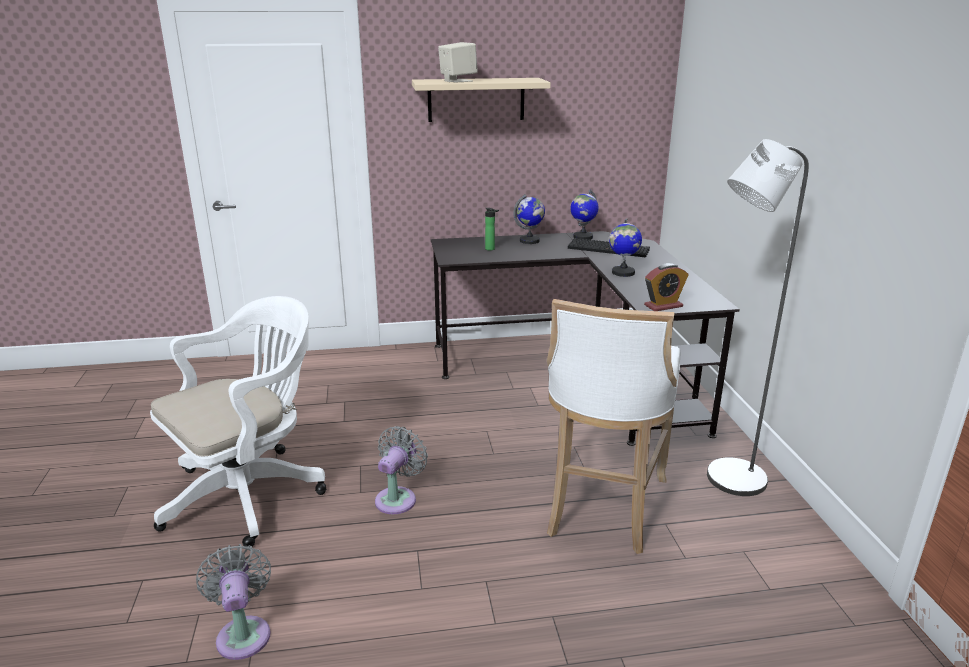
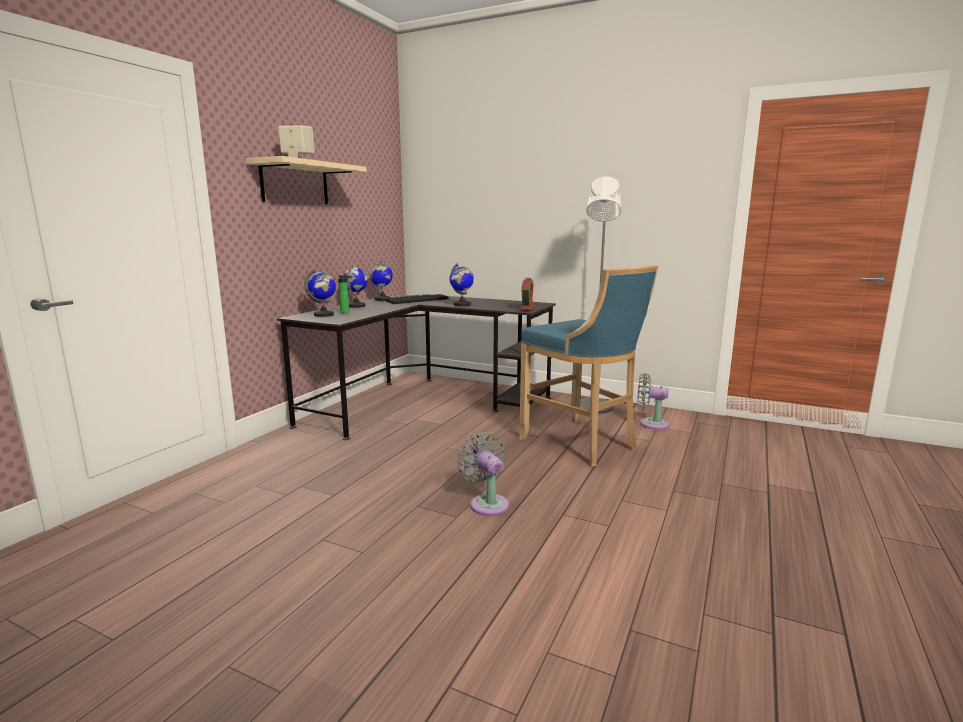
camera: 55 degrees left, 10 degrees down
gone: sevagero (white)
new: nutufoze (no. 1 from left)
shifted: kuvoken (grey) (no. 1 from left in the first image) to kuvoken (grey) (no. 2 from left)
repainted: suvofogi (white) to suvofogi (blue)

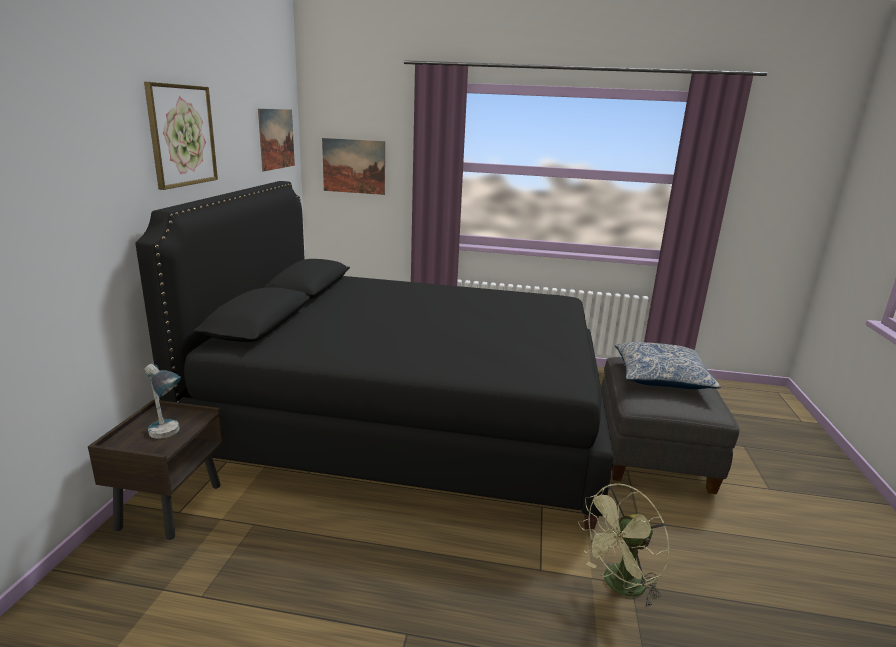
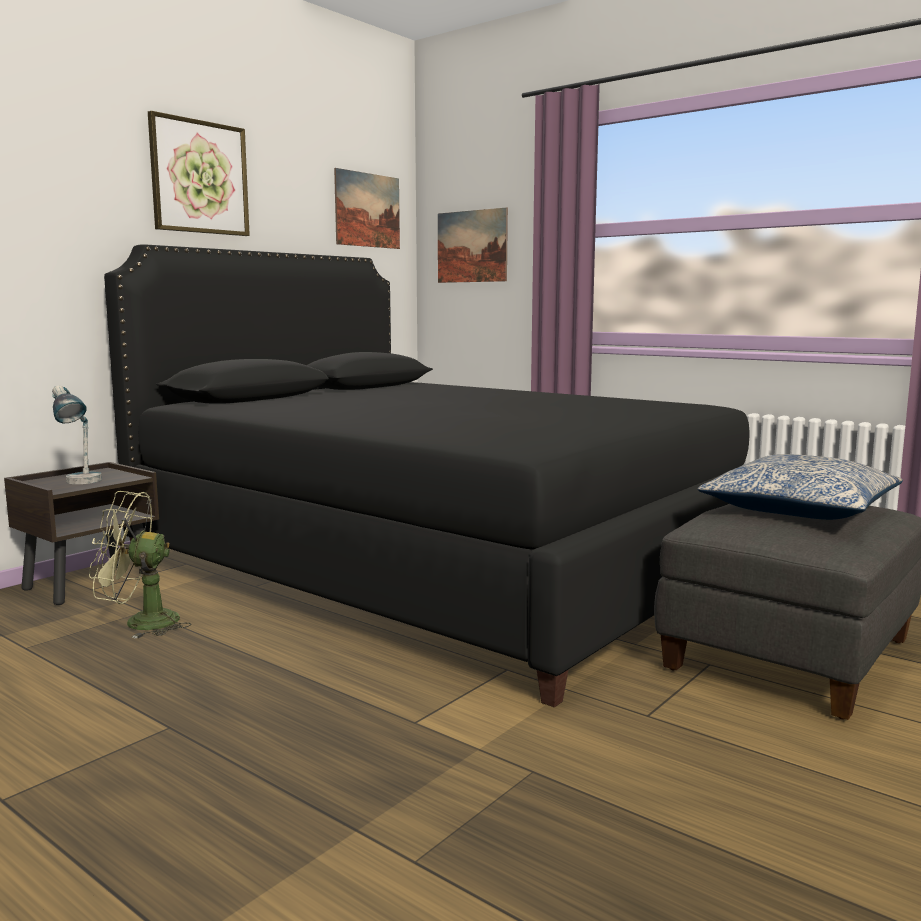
camera: 30 degrees right, 10 degrees down
shifted: kuvoken (green)

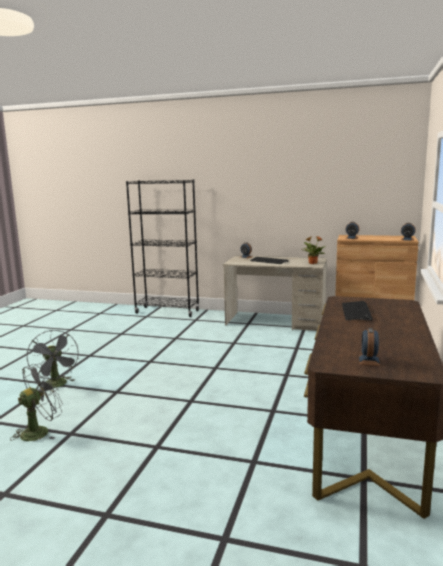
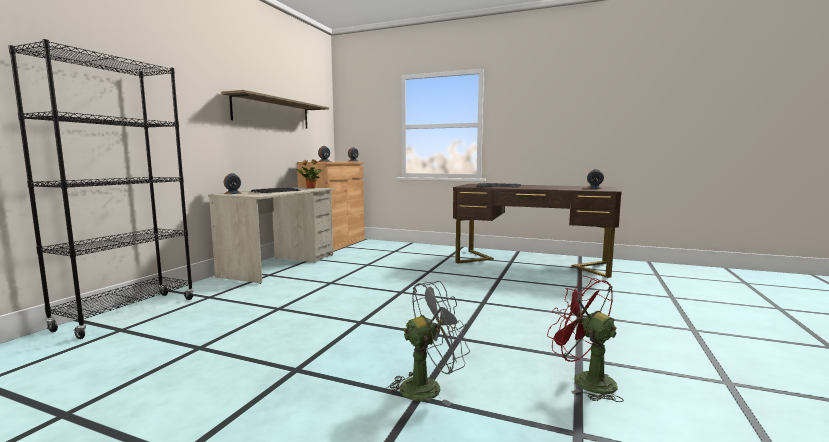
camera: 85 degrees left, 5 degrees down
new: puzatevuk
repainted: kuvoken (grey) (no. 1 from left) to kuvoken (red)

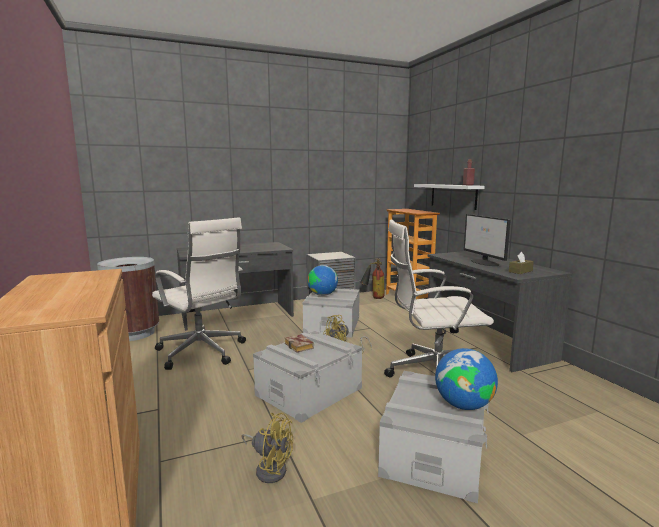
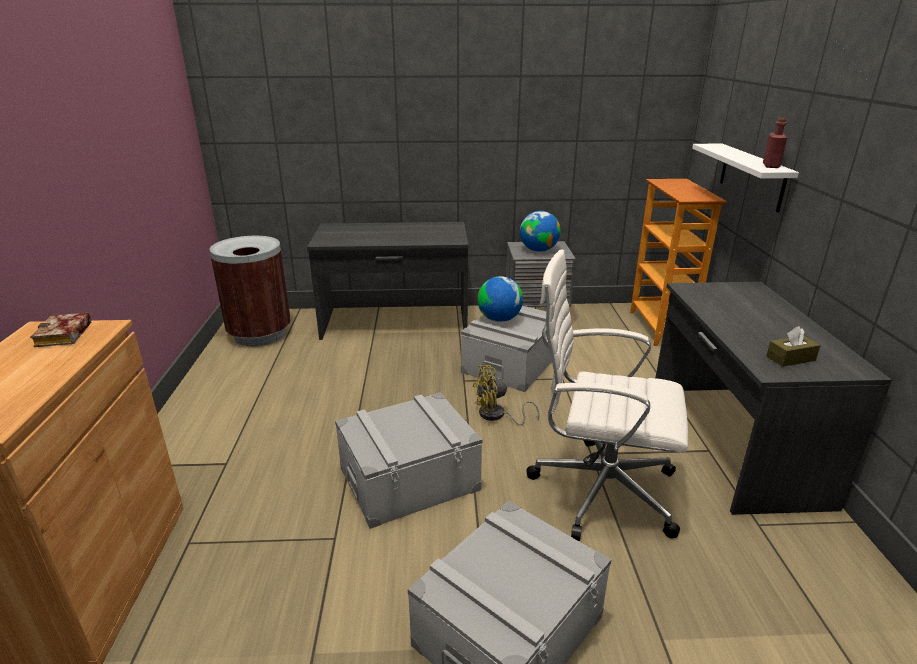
camera: 20 degrees right, 15 degrees up
gone: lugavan; sevagero (white) (no. 1 from left); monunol; kuvoken (yellow) (no. 1 from left)
shifted: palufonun; nutufoze (no. 2 from left)

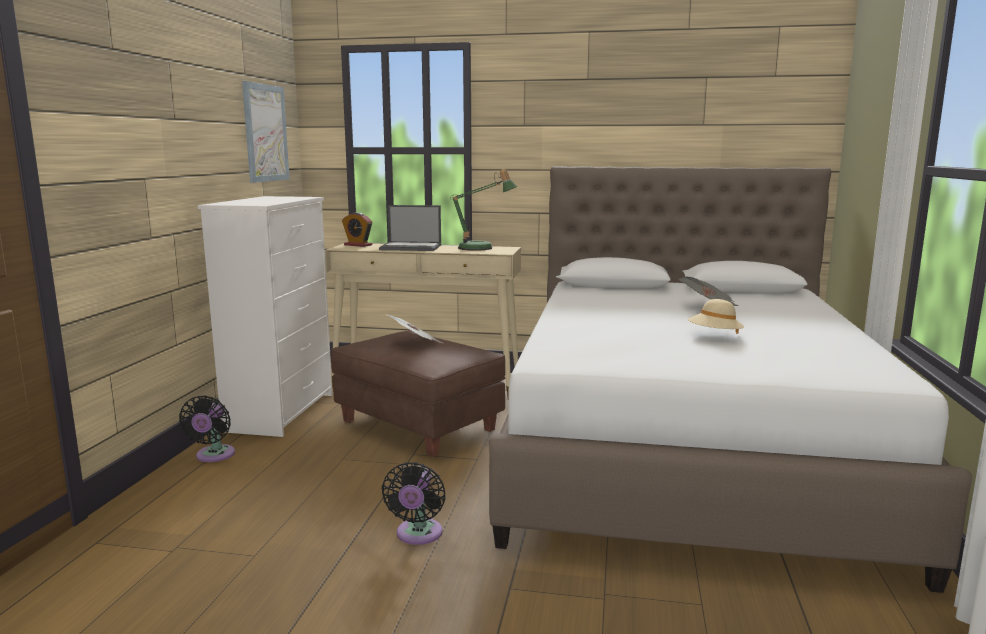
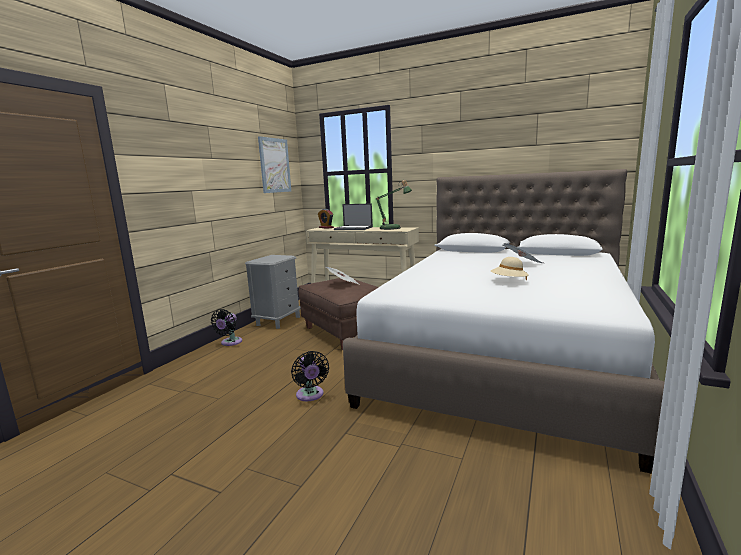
camera: 15 degrees right, 0 degrees up
swapped: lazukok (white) to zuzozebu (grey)
rotated: kuvoken (black) (no. 2 from left) 45 degrees counterclockwise

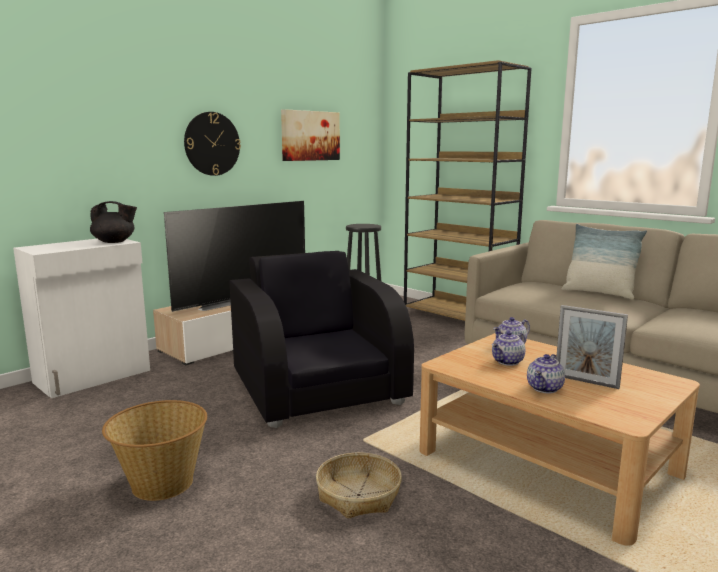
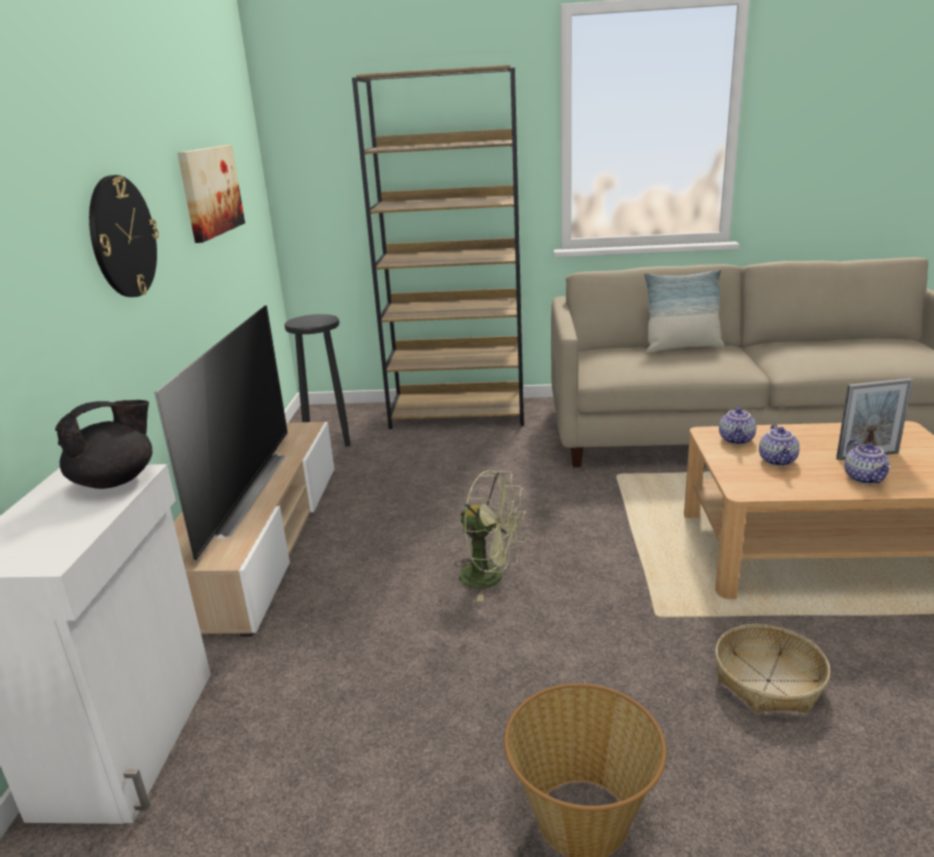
camera: 40 degrees left, 10 degrees up
swapped: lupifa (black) to kuvoken (green)

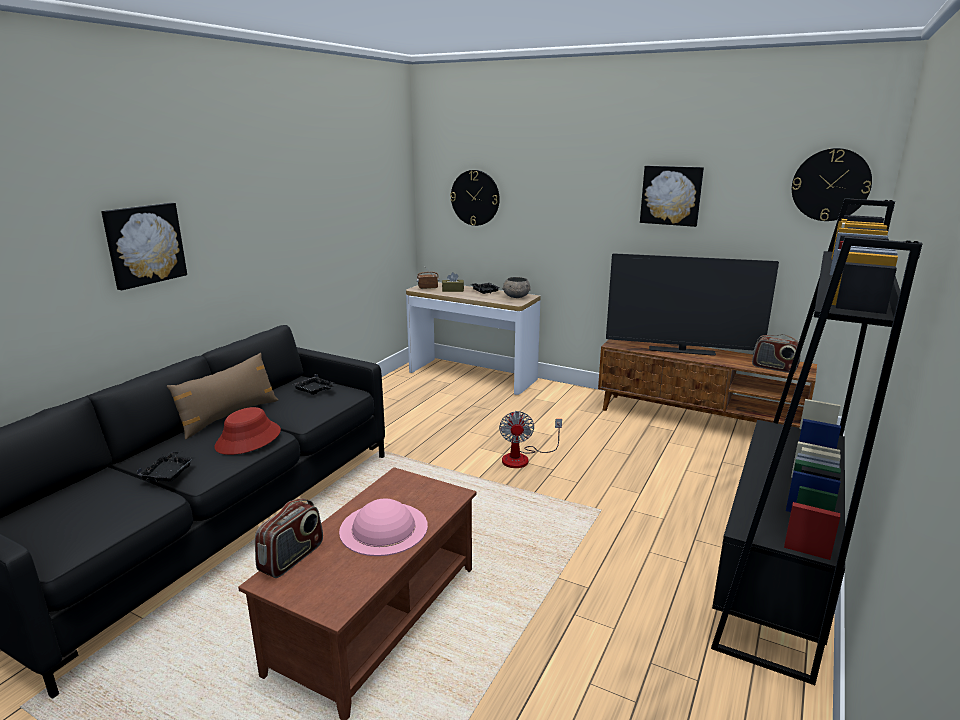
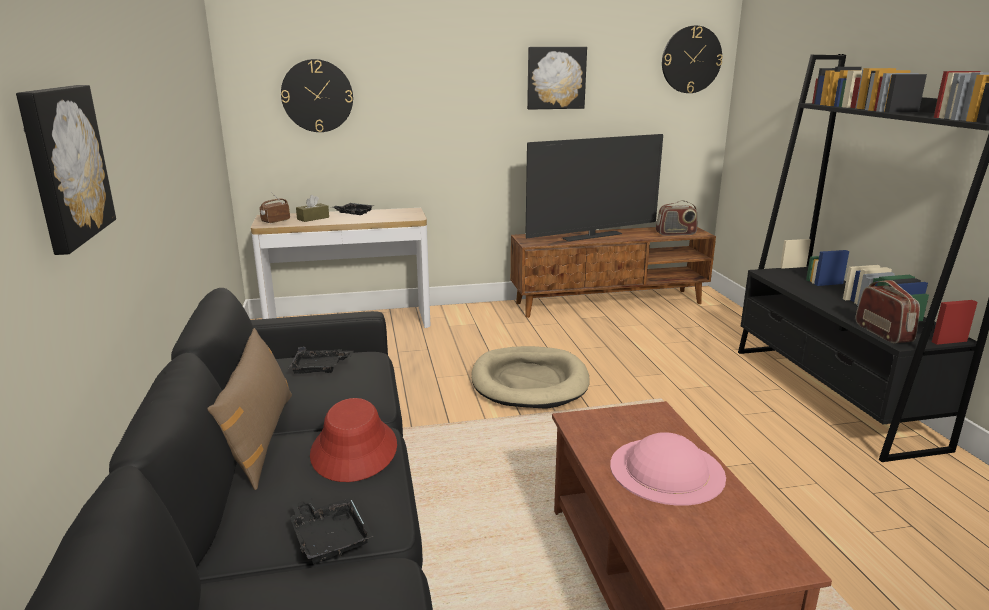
camera: 40 degrees left, 0 degrees up
gone: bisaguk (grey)
shifted: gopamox (no. 1 from left in the first image) to gopamox (no. 3 from left)
swapped: kuvoken to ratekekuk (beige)

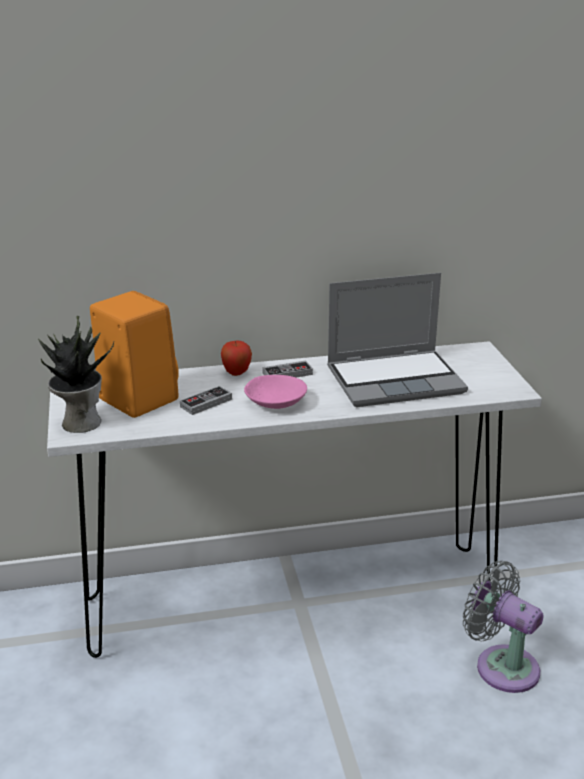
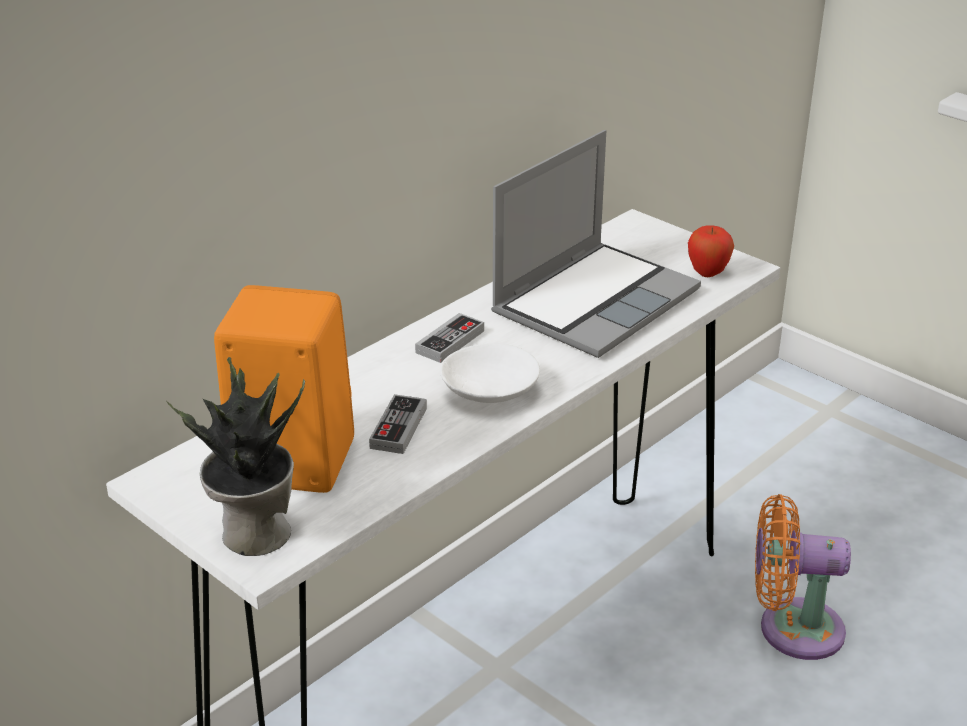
camera: 35 degrees left, 5 degrees up
shifted: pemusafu
repainted: bisaguk (pink) to bisaguk (white); kuvoken (grey) to kuvoken (orange)

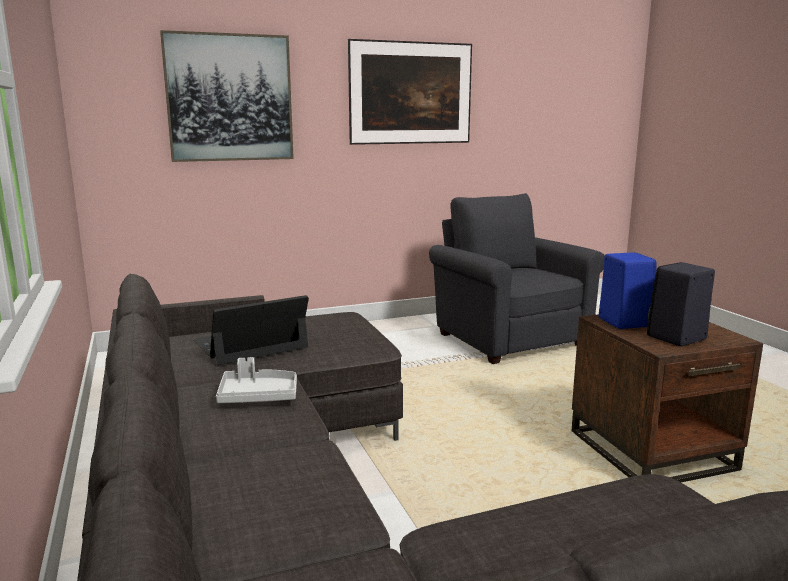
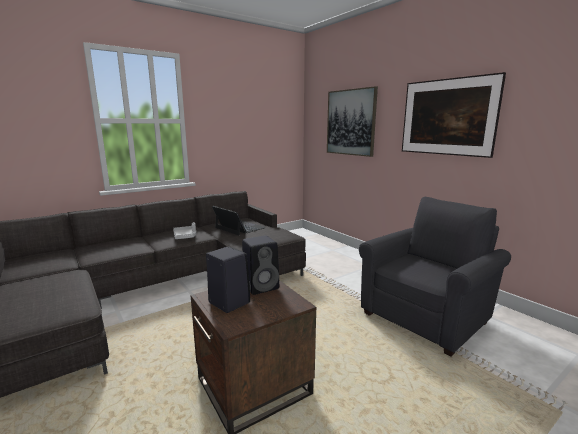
camera: 75 degrees right, 0 degrees up
repainted: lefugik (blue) to lefugik (black) (no. 2 from left)

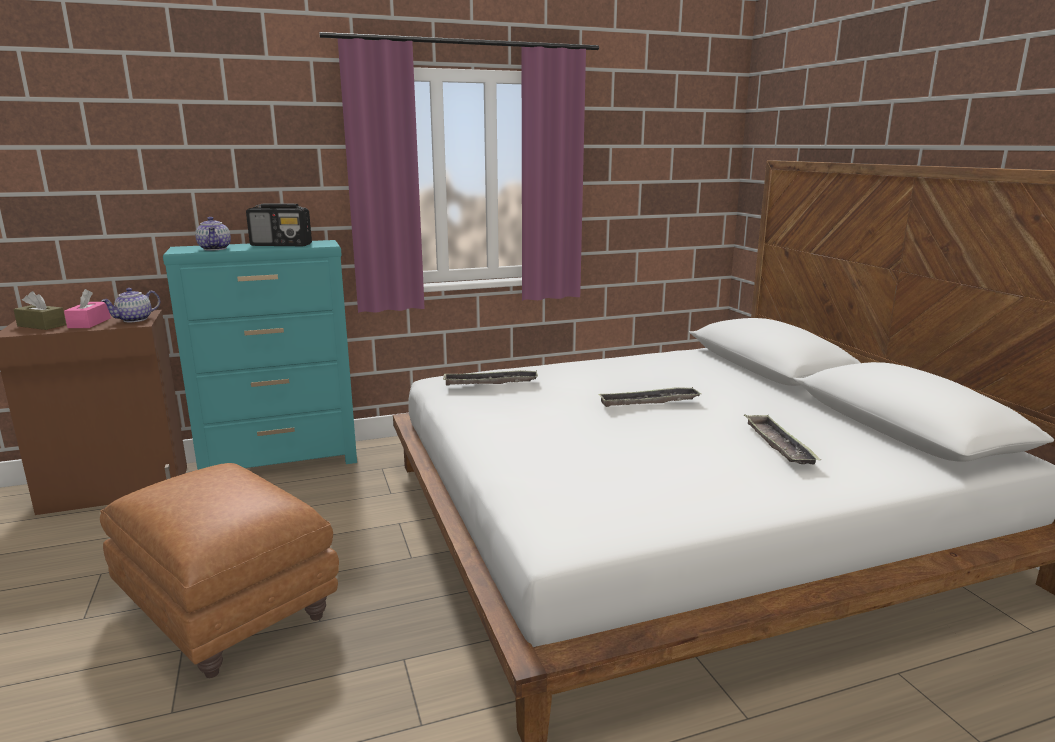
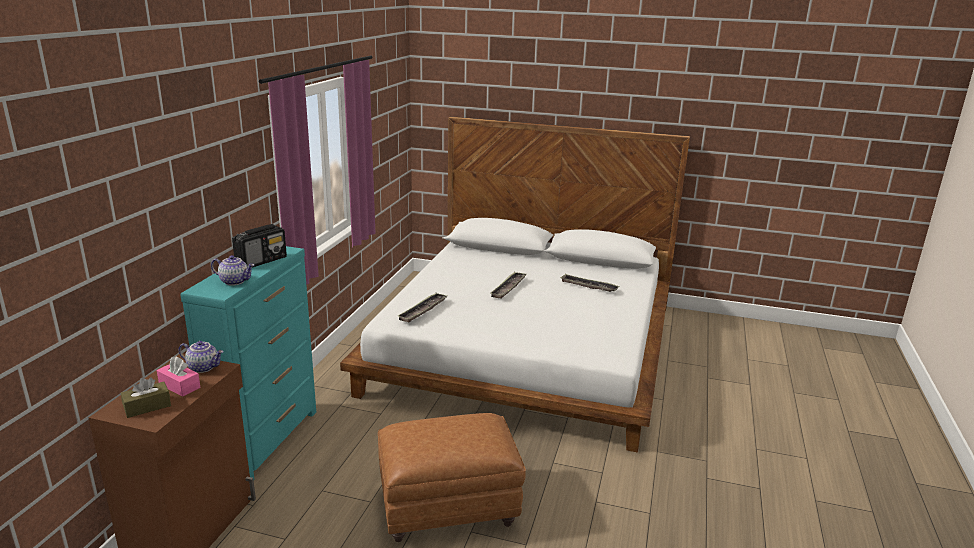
camera: 55 degrees left, 5 degrees up
rotated: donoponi (no. 1 from left) 60 degrees counterclockwise

